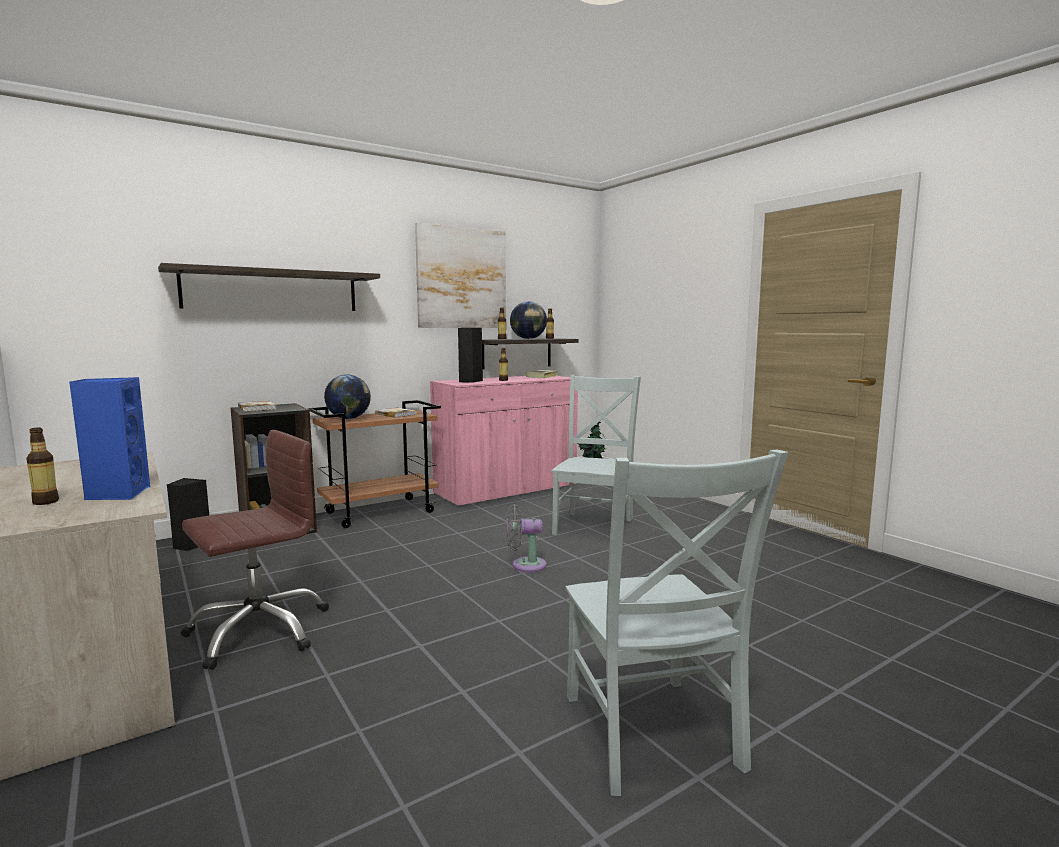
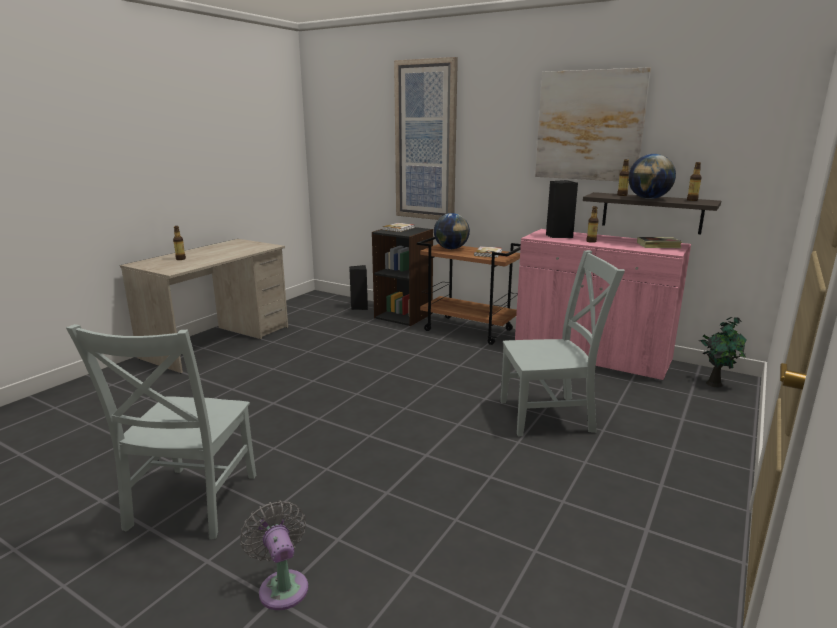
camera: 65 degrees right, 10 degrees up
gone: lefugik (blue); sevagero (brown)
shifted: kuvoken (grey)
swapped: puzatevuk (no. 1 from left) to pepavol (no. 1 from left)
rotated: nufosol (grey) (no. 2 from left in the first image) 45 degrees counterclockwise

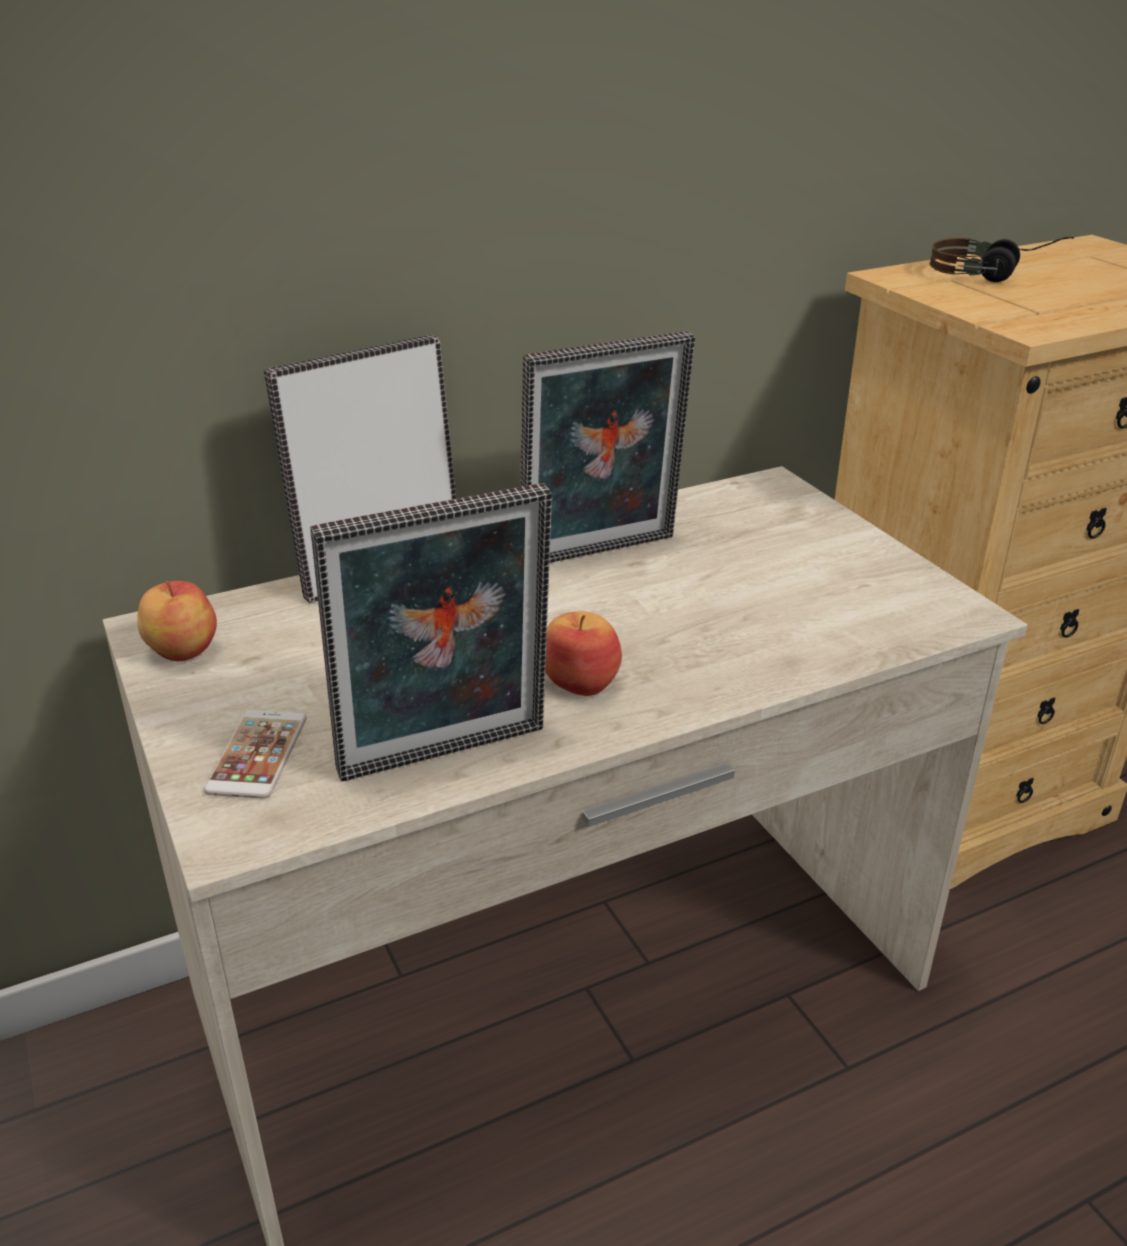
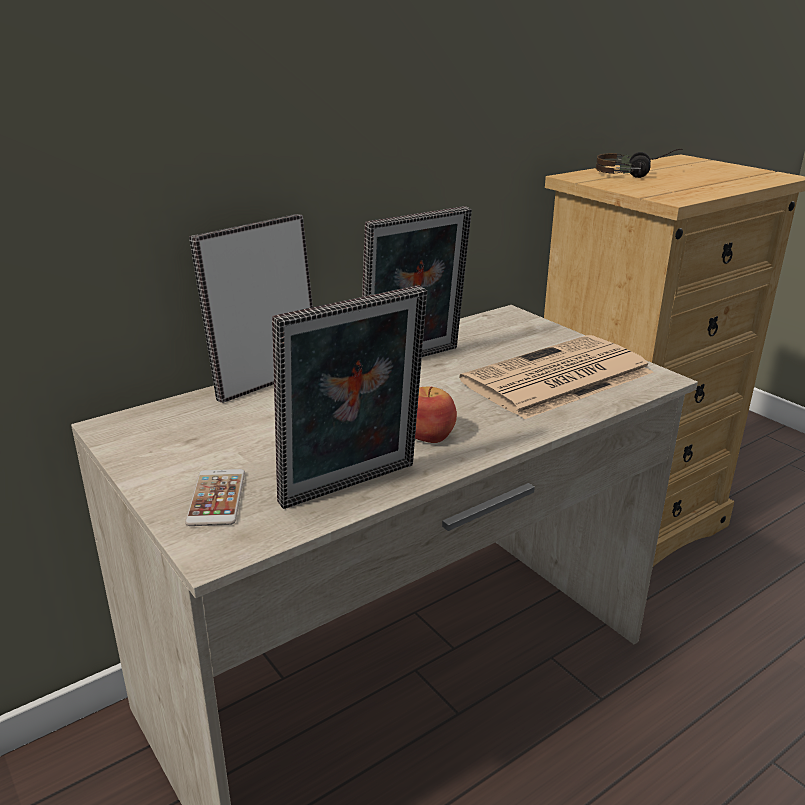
camera: 10 degrees left, 5 degrees down
gone: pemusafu (no. 1 from left)
new: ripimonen

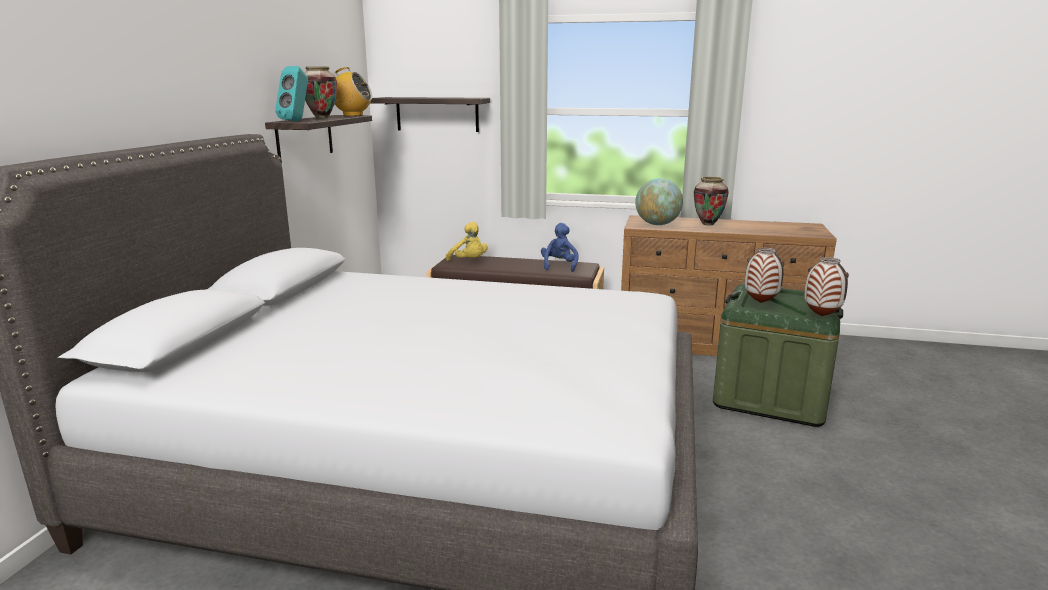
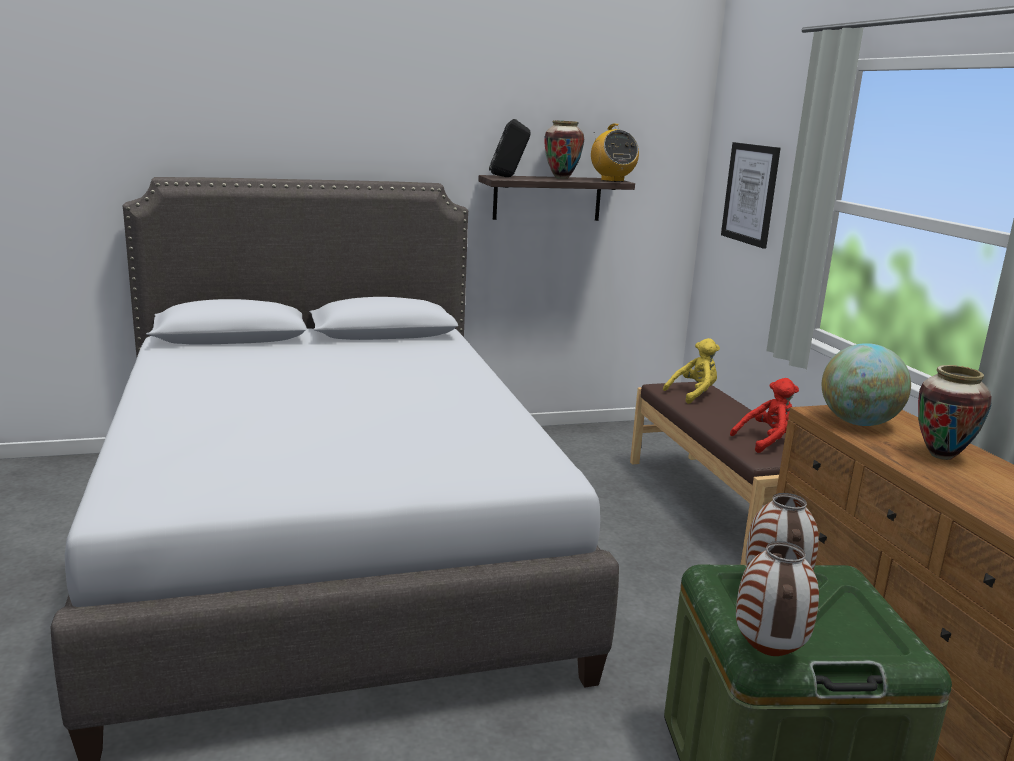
camera: 60 degrees right, 0 degrees up
swapped: puzatevuk (no. 2 from left) to pepavol
repainted: lefugik (turquoise) to lefugik (black); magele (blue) to magele (red)
rotated: magele (yellow) 135 degrees counterclockwise

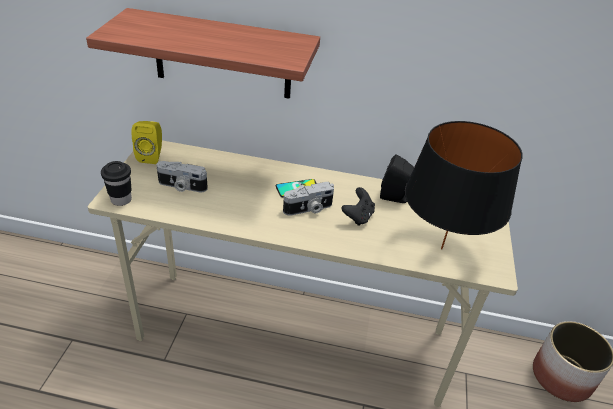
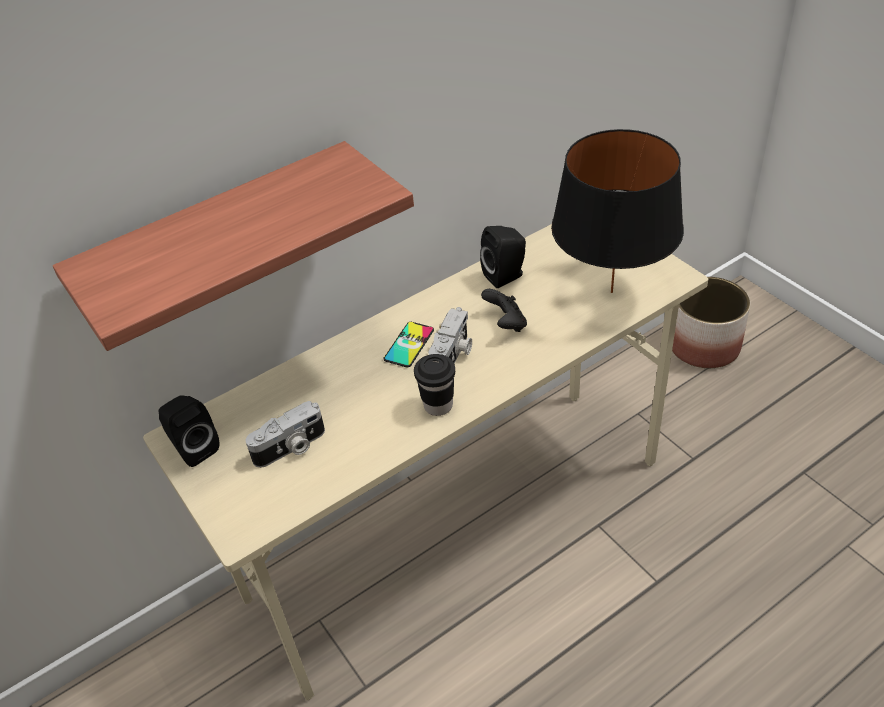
camera: 40 degrees left, 5 degrees up
shifted: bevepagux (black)
repainted: lefugik (yellow) to lefugik (black) (no. 1 from left)

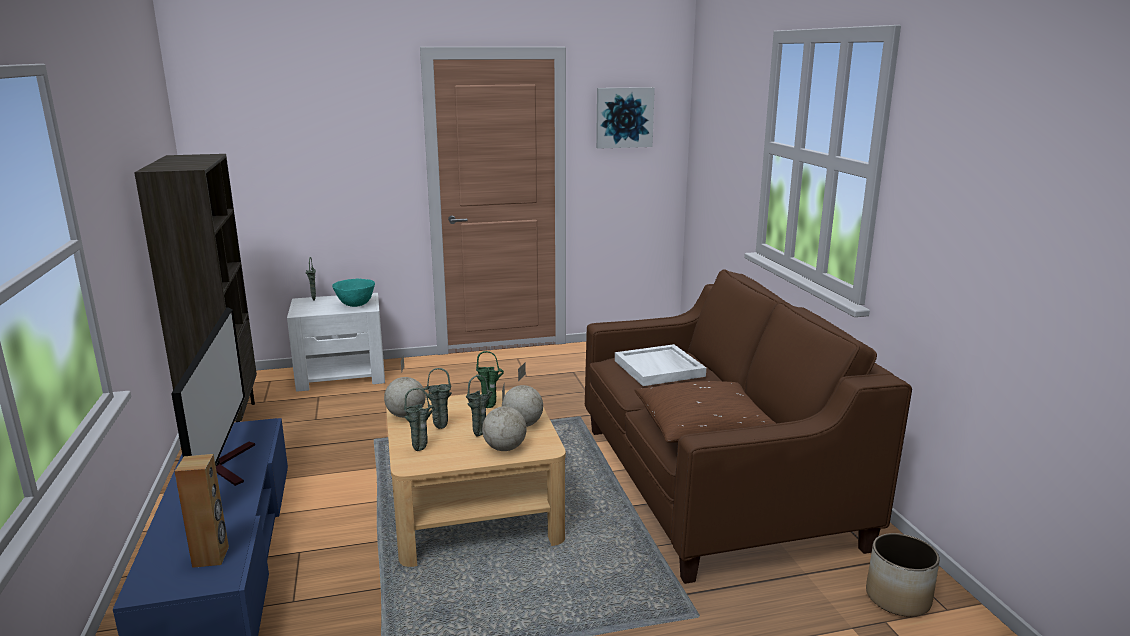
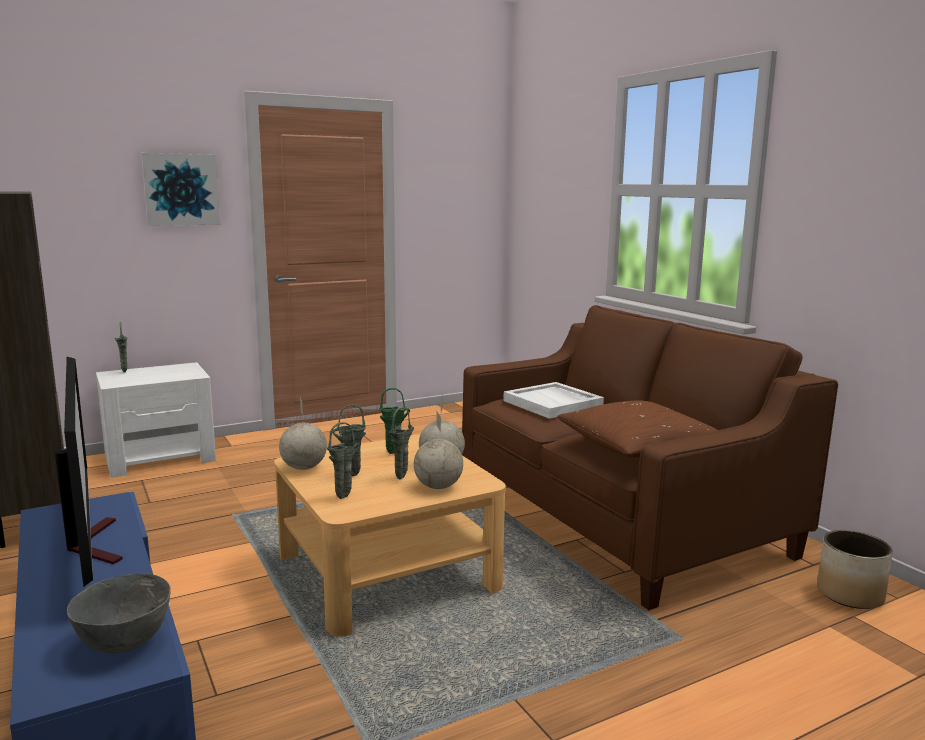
camera: 15 degrees left, 5 degrees down
gone: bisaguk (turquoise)
shifted: pepavol
swapped: lefugik (brown) to bisaguk (grey)

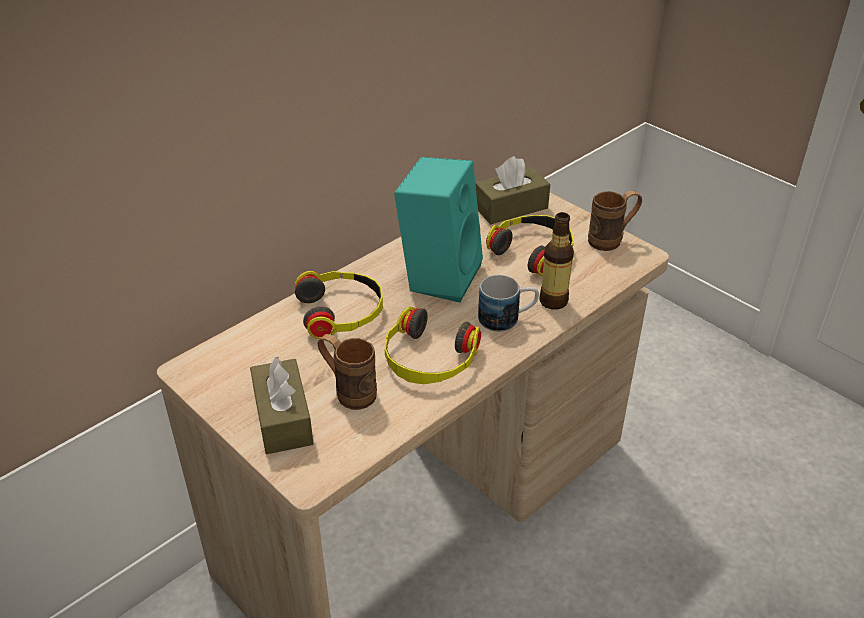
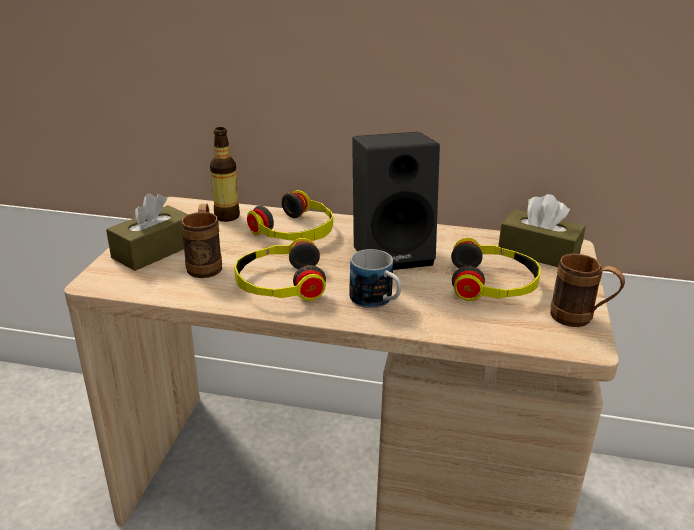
camera: 55 degrees right, 10 degrees down
shifted: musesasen
repainted: lefugik (turquoise) to lefugik (black)

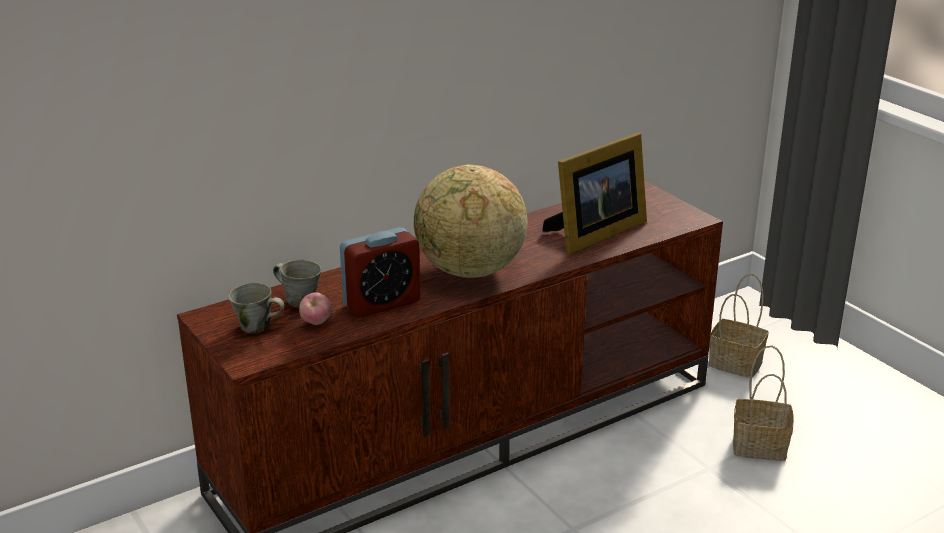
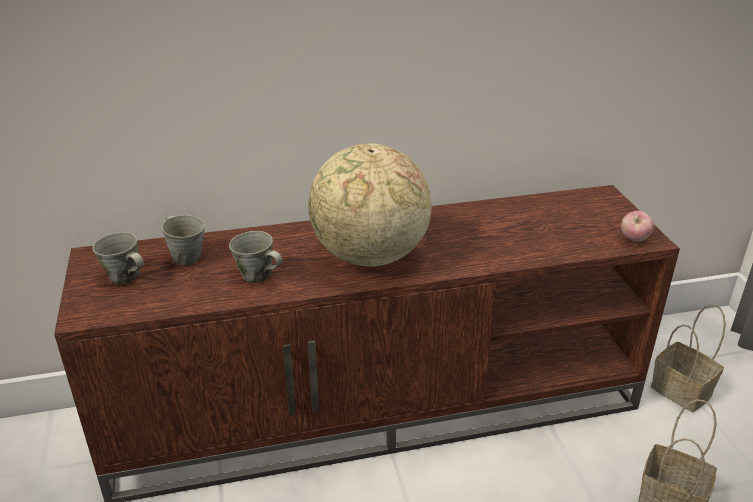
camera: 20 degrees right, 5 degrees up
gone: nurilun
shifted: pemusafu
swapped: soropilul to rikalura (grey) (no. 3 from left)

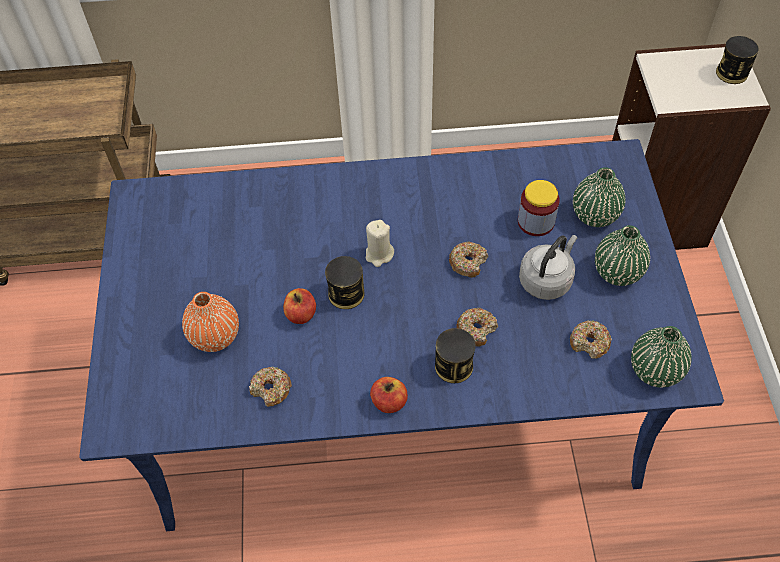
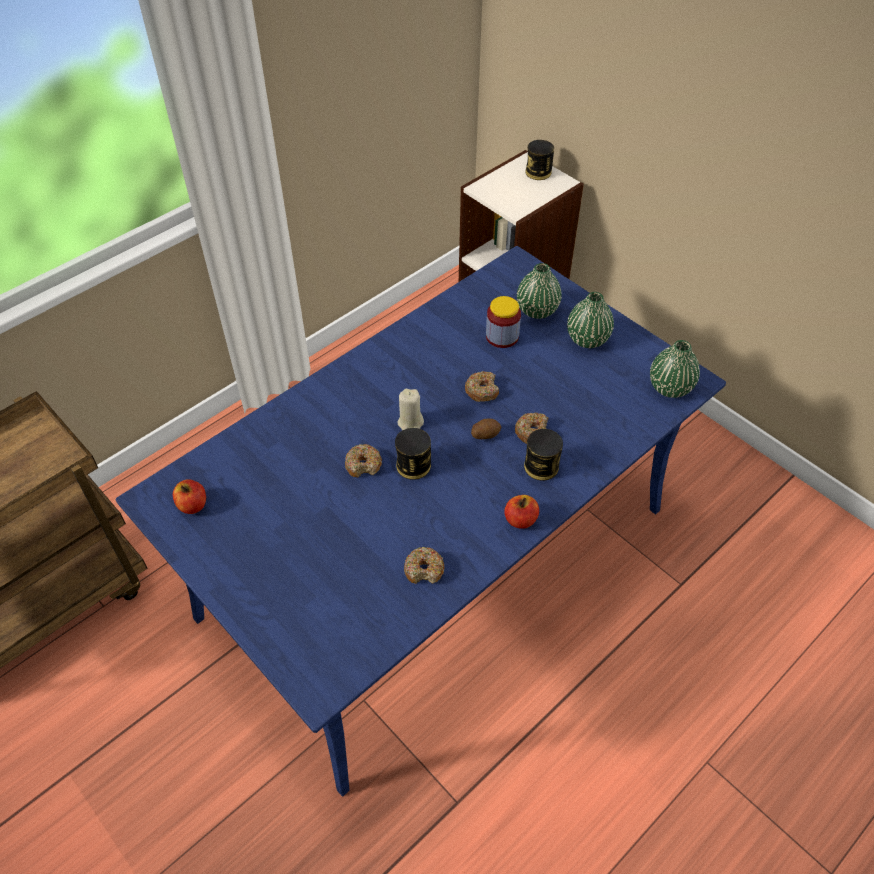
camera: 40 degrees left, 5 degrees down
gone: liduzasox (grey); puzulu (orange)
new: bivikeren
shifted: pemusafu (no. 1 from left); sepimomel (no. 4 from left in the first image) to sepimomel (no. 1 from left)

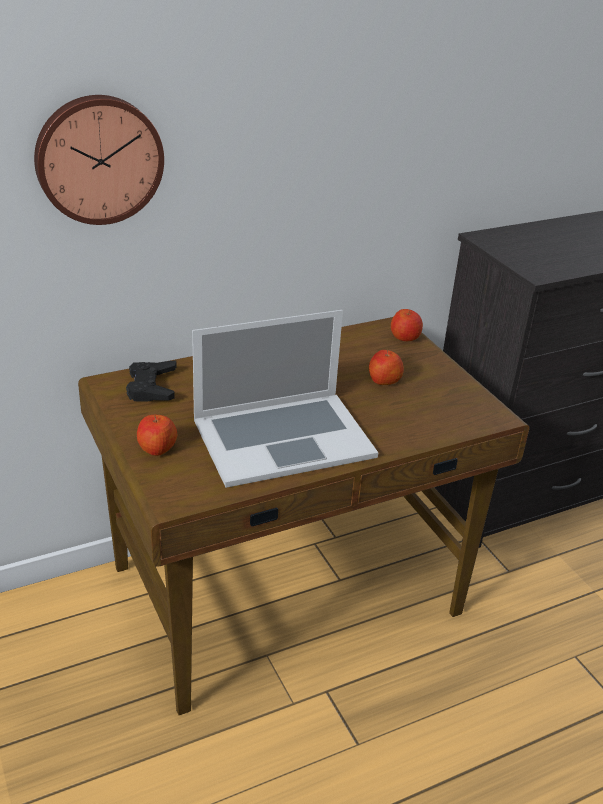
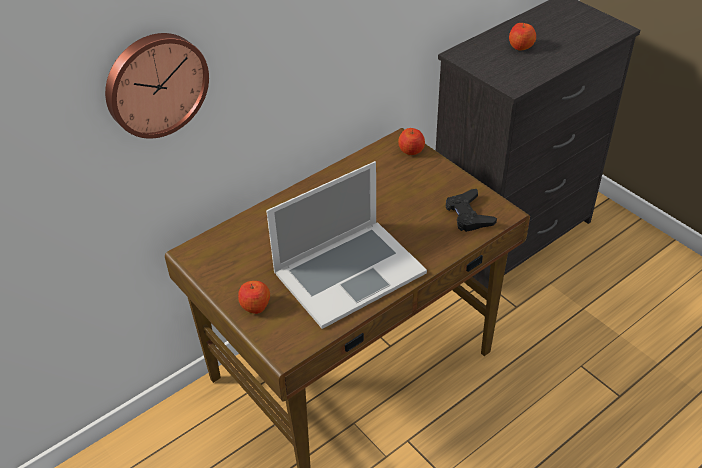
camera: 10 degrees left, 10 degrees up
shifted: pemusafu (no. 2 from left in the first image) to pemusafu (no. 3 from left); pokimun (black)

